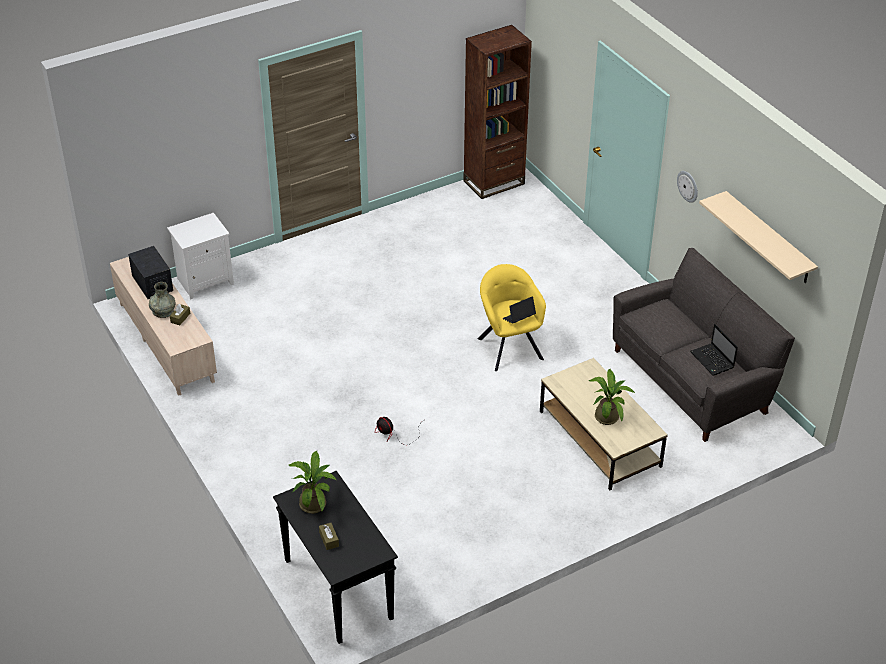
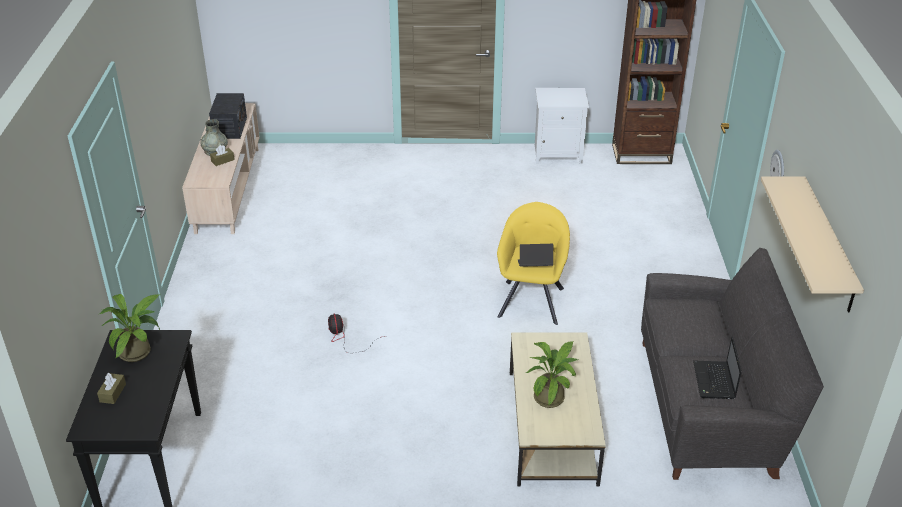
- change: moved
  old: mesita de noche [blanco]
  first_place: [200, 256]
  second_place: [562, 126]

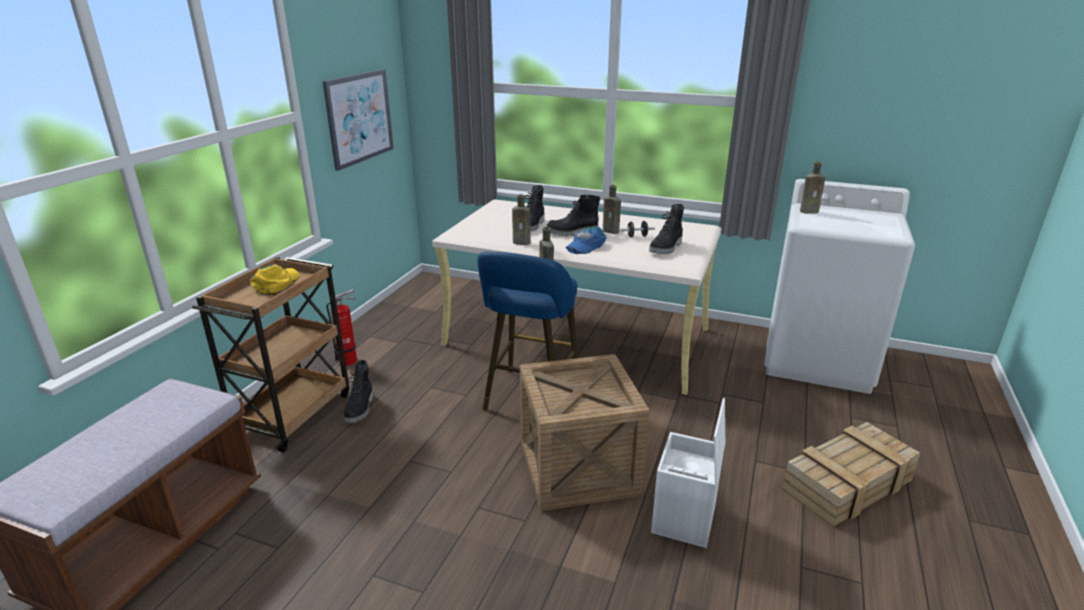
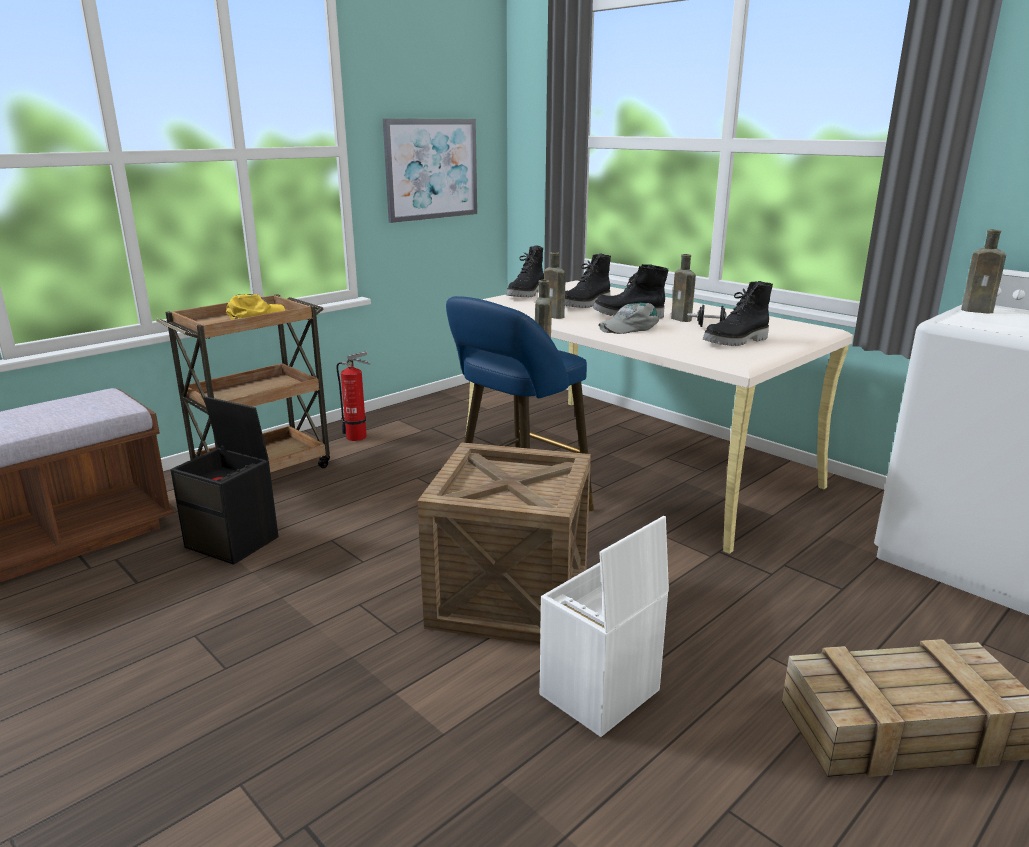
- change: recoloured
  old: gorra [azul]
  new: gorra [gris]
  first_place: [585, 240]
  second_place: [629, 318]
- change: moved
  old: bota [negro]
  first_place: [358, 391]
  second_place: [525, 271]
- change: added
  new: caja de almacenaje [negro]
  second_place: [224, 480]

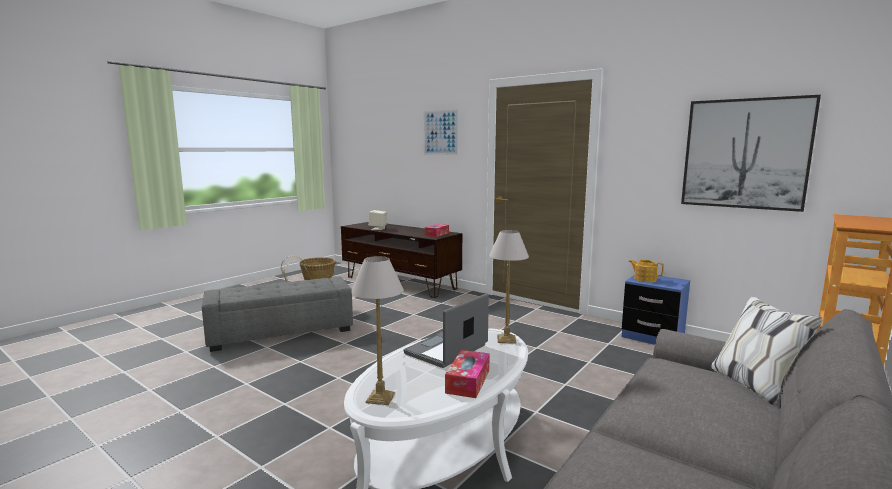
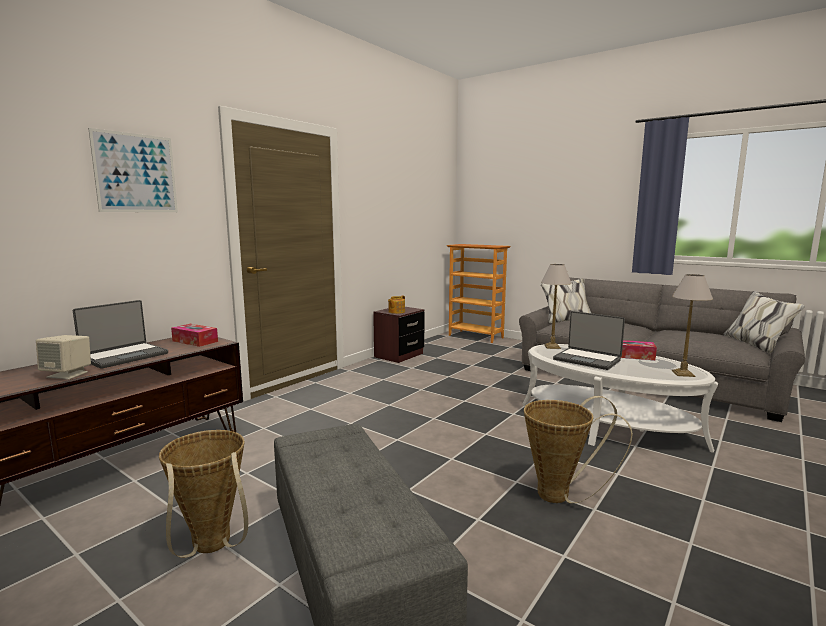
- change: removed
  old: cuadro
  first_place: [751, 153]
- change: recoloured
  old: mesita de noche [azul]
  new: mesita de noche [marrón]
  first_place: [656, 310]
  second_place: [398, 335]
- change: added
  new: portátil
  second_place: [120, 334]
- change: added
  new: cesta
  second_place: [578, 449]

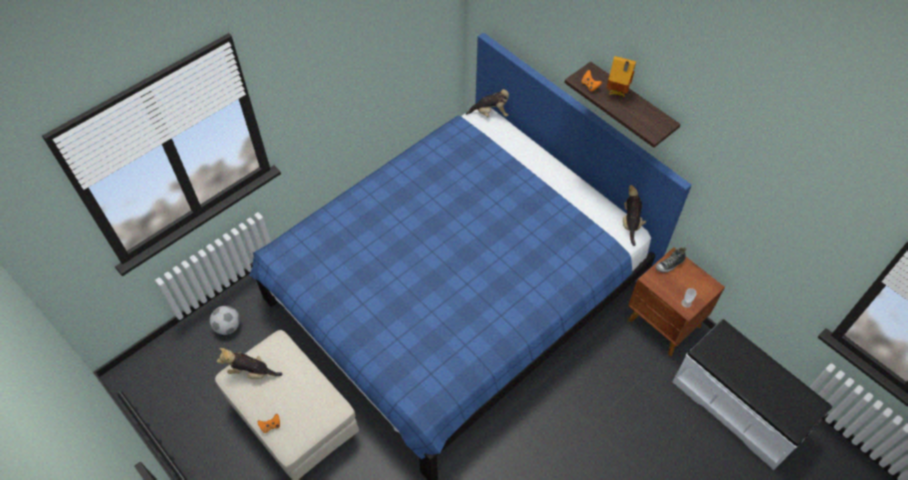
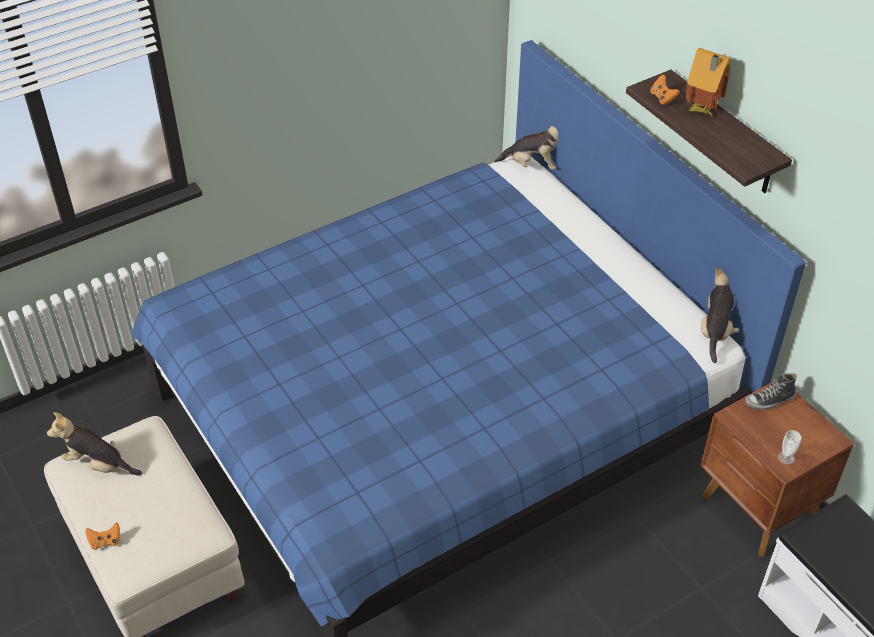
- change: removed
  old: balón de fútbol
  first_place: [225, 320]

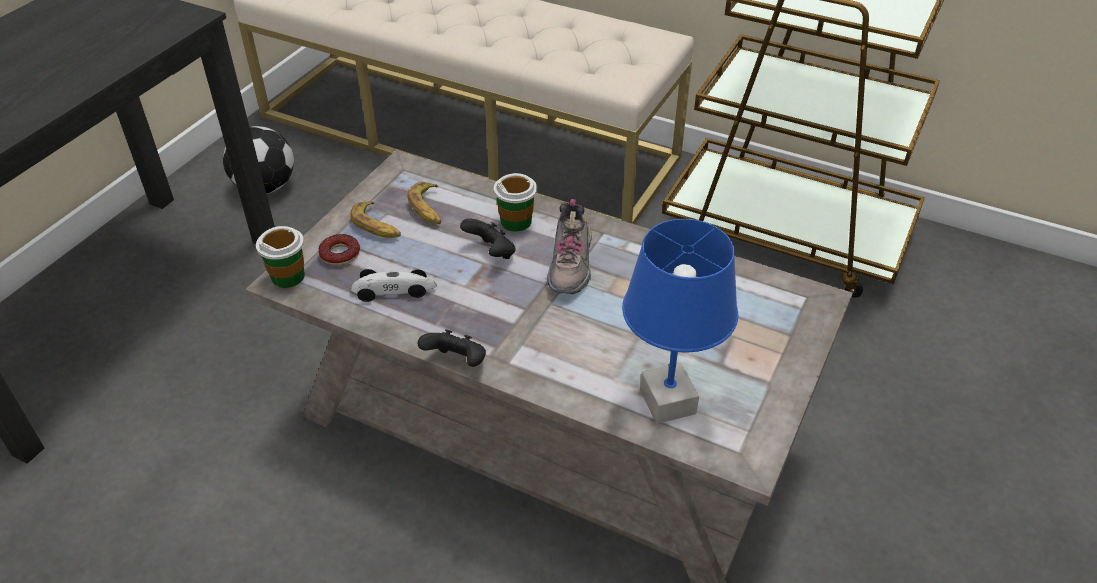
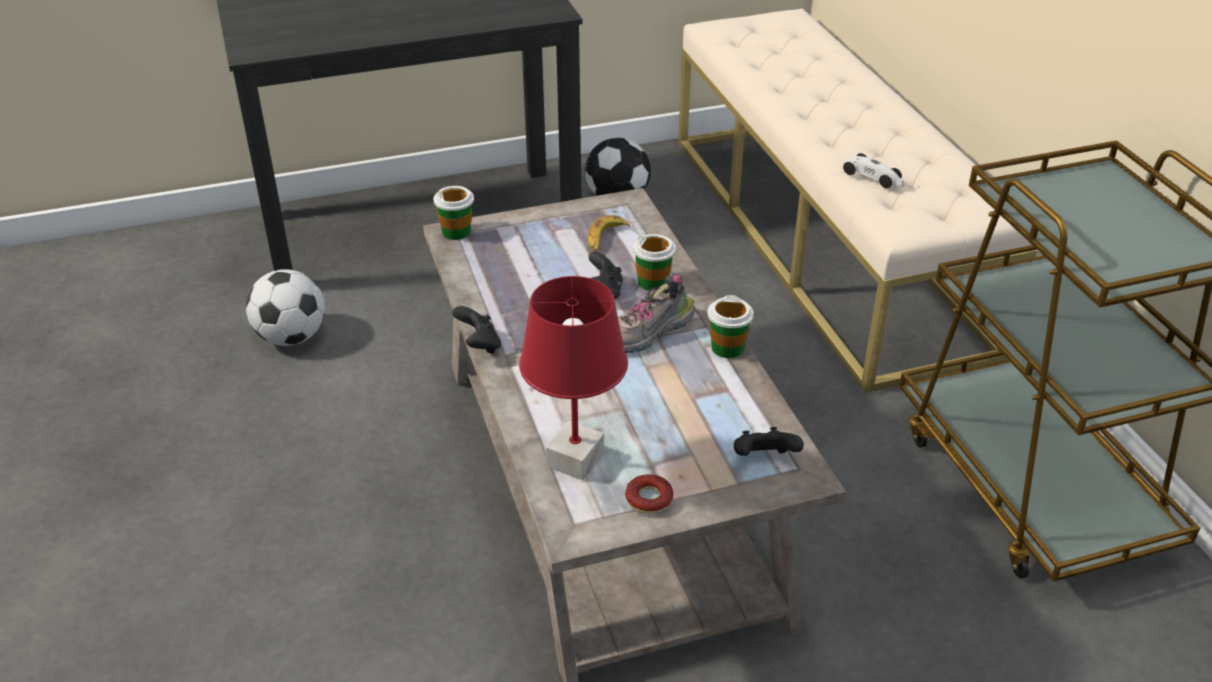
- change: removed
  old: plátano
  first_place: [375, 220]
- change: recoloured
  old: lámpara de mesa [azul]
  new: lámpara de mesa [rojo]
  first_place: [680, 321]
  second_place: [573, 378]
- change: moved
  old: rosquilla
  first_place: [339, 250]
  second_place: [649, 494]
- change: moved
  old: coche de juguete
  first_place: [394, 285]
  second_place: [873, 170]
- change: added
  new: balón de fútbol
  second_place: [285, 307]
- change: added
  new: taza
  second_place: [730, 326]
- change: added
  new: mando de consola [negro]
  second_place: [769, 441]

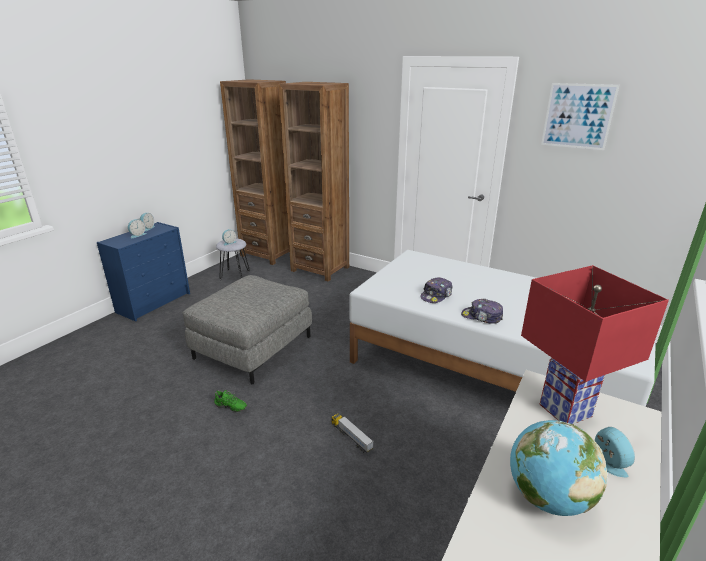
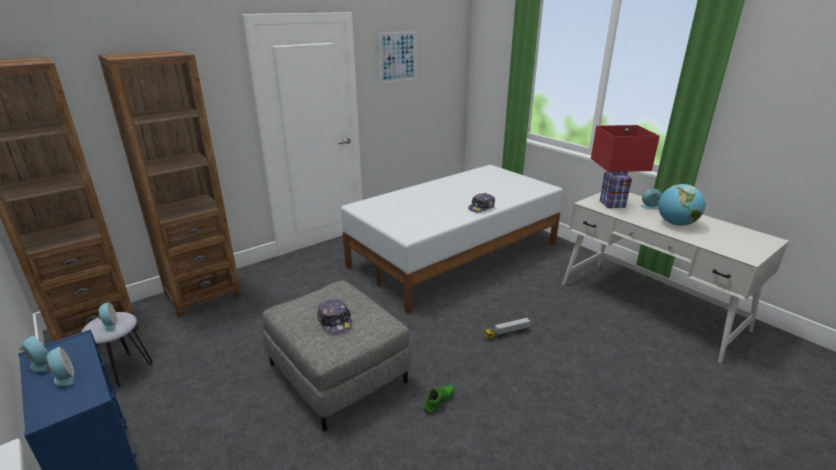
- change: moved
  old: gorra
  first_place: [436, 290]
  second_place: [334, 316]

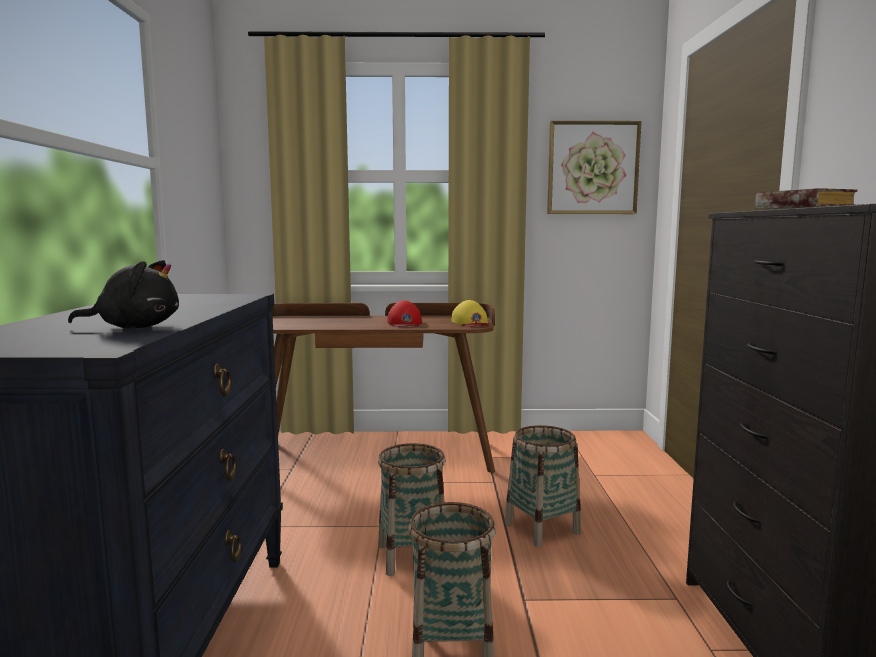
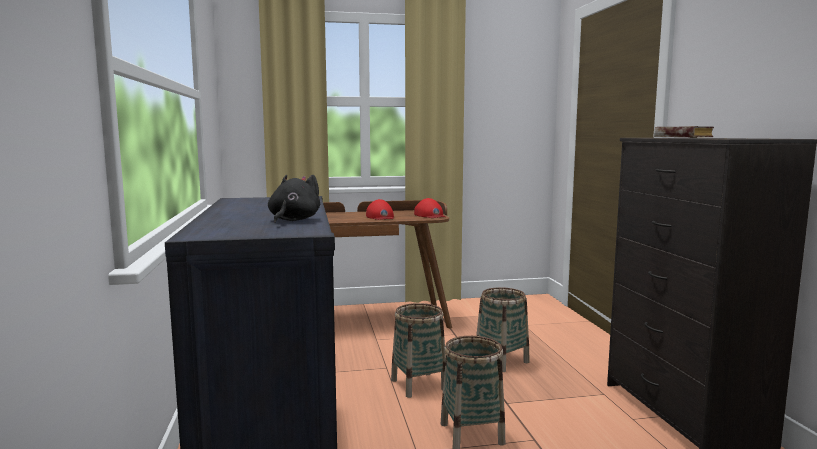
- change: removed
  old: cuadro
  first_place: [594, 167]
- change: turned
  old: peluche [negro]
  first_place: [123, 294]
  second_place: [294, 199]
  degrees: -60
- change: recoloured
  old: gorra [amarillo]
  new: gorra [rojo]
  first_place: [470, 313]
  second_place: [429, 208]

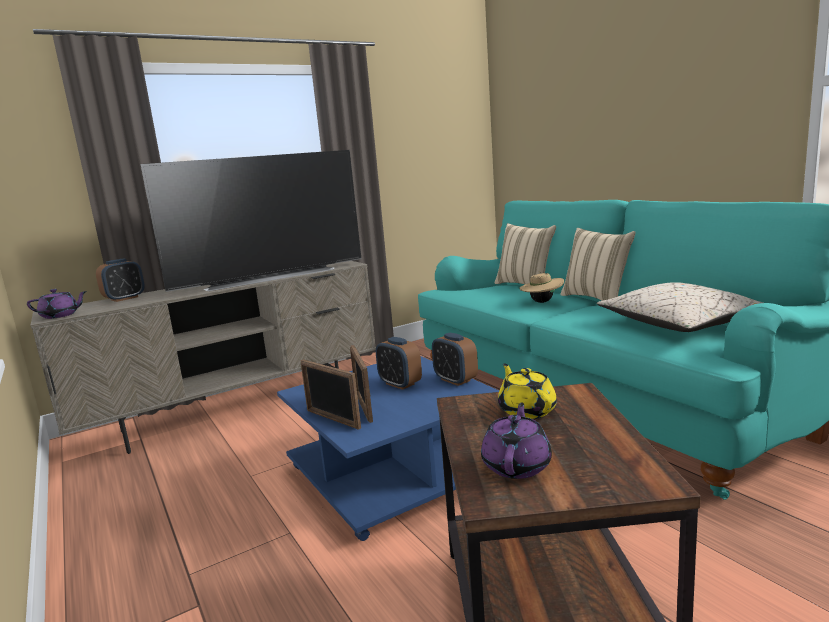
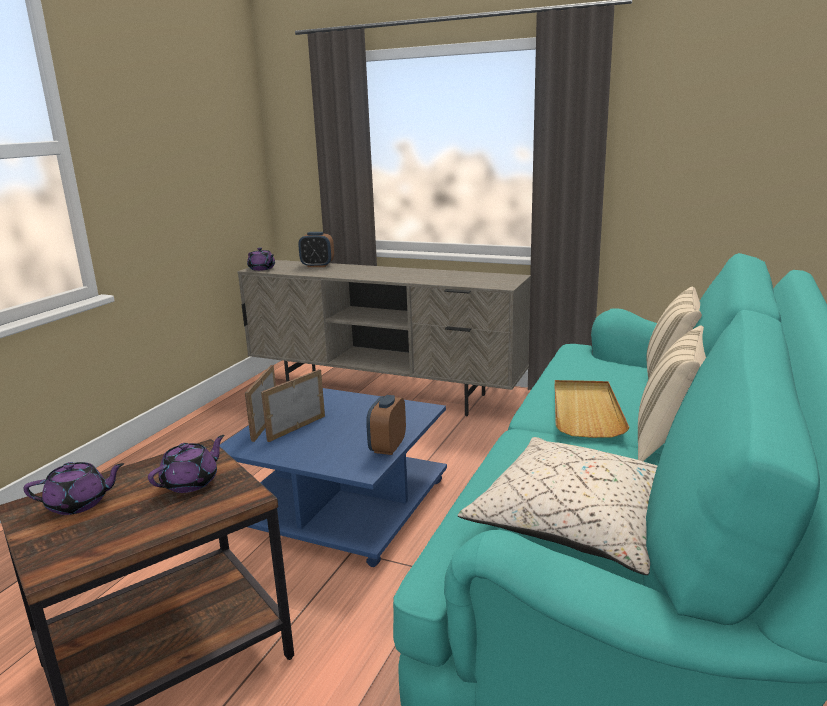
- change: removed
  old: televisor
  first_place: [250, 221]
- change: replaced
  old: sombrero [beis]
  new: bandeja [beis]
  first_place: [541, 287]
  second_place: [592, 409]
- change: removed
  old: despertador
  first_place: [399, 363]
- change: recoloured
  old: tetera [amarillo]
  new: tetera [morado]
  first_place: [527, 391]
  second_place: [186, 464]

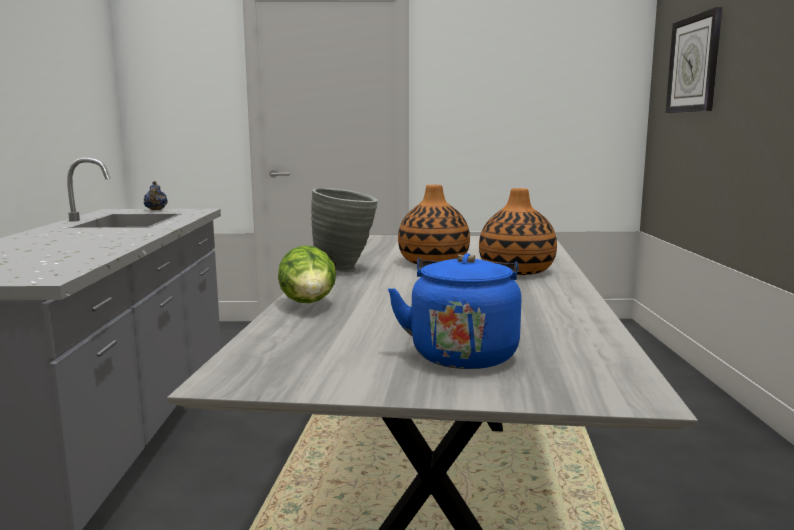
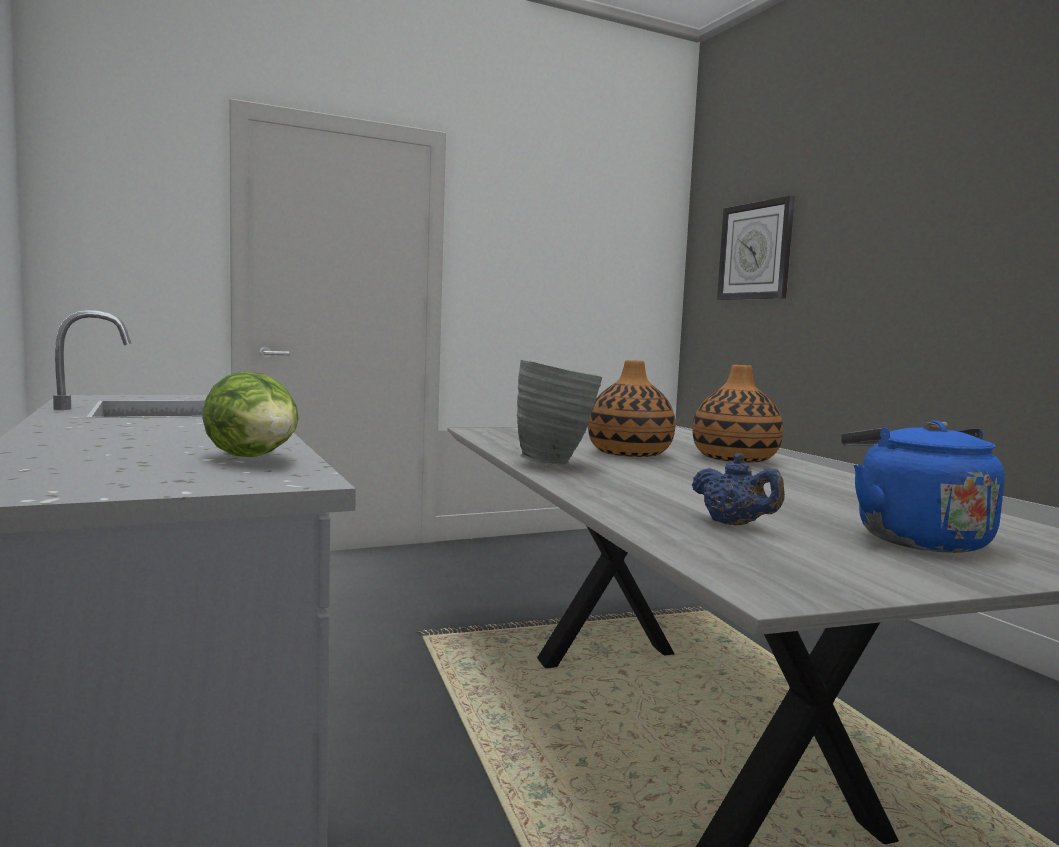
- change: moved
  old: tetera [azul]
  first_place: [156, 195]
  second_place: [738, 489]
- change: moved
  old: lechuga
  first_place: [307, 274]
  second_place: [250, 414]

